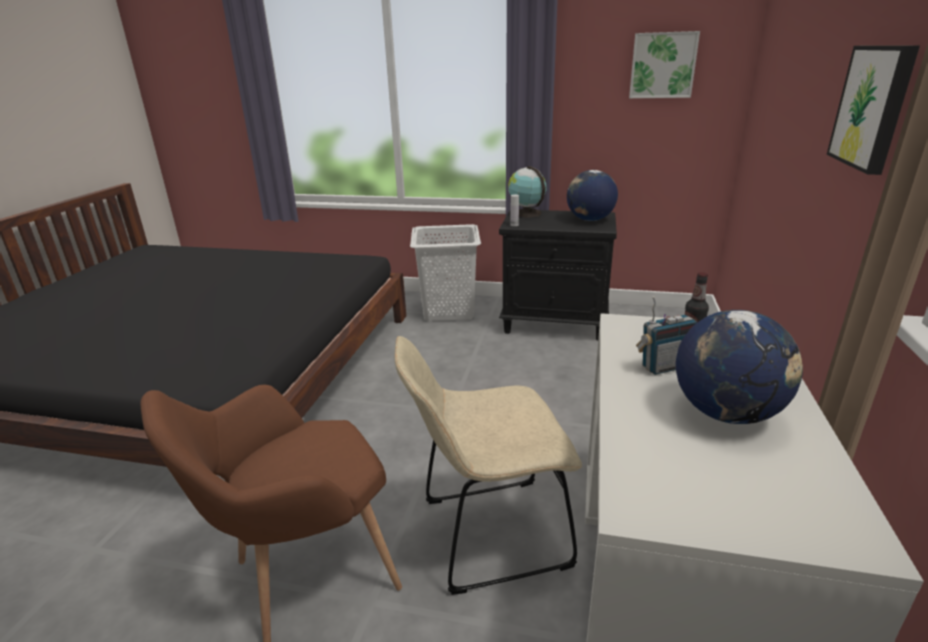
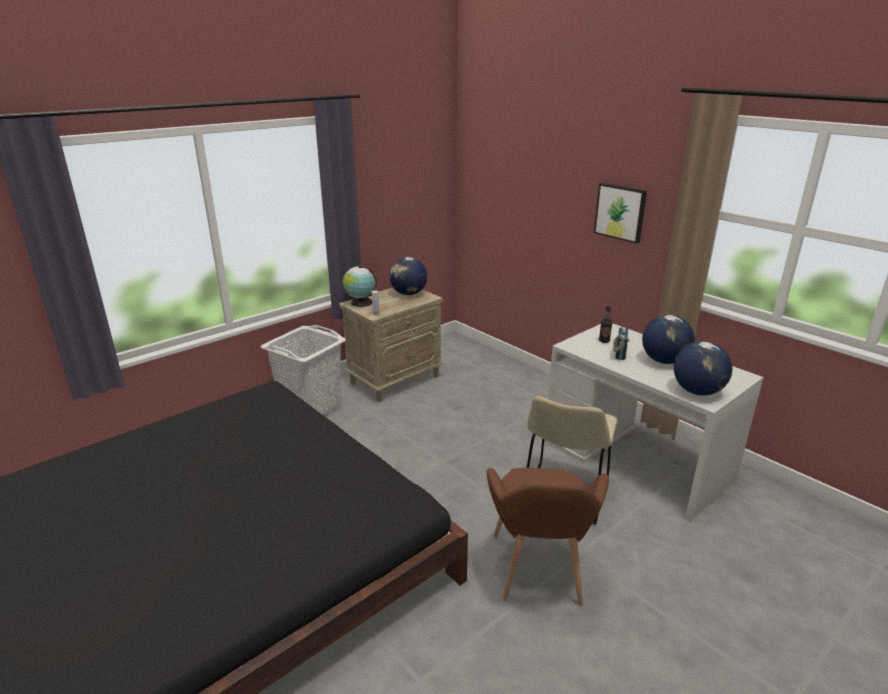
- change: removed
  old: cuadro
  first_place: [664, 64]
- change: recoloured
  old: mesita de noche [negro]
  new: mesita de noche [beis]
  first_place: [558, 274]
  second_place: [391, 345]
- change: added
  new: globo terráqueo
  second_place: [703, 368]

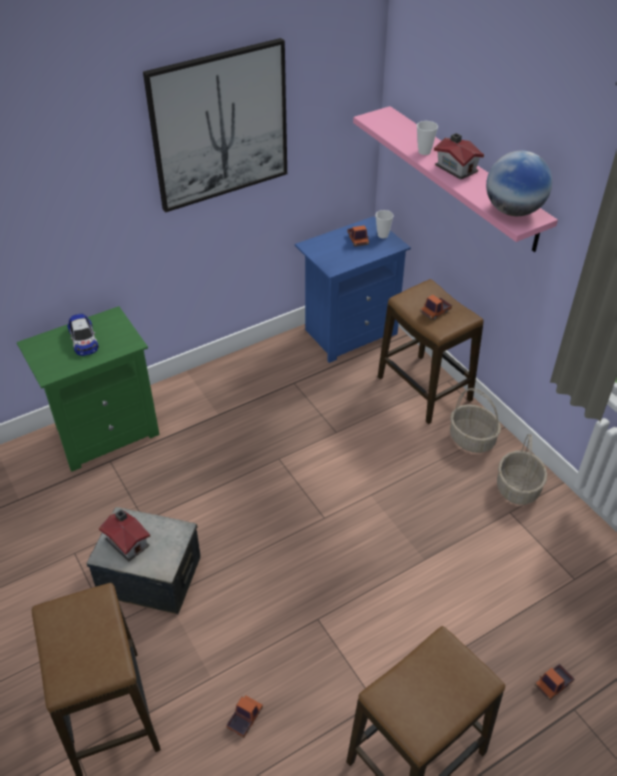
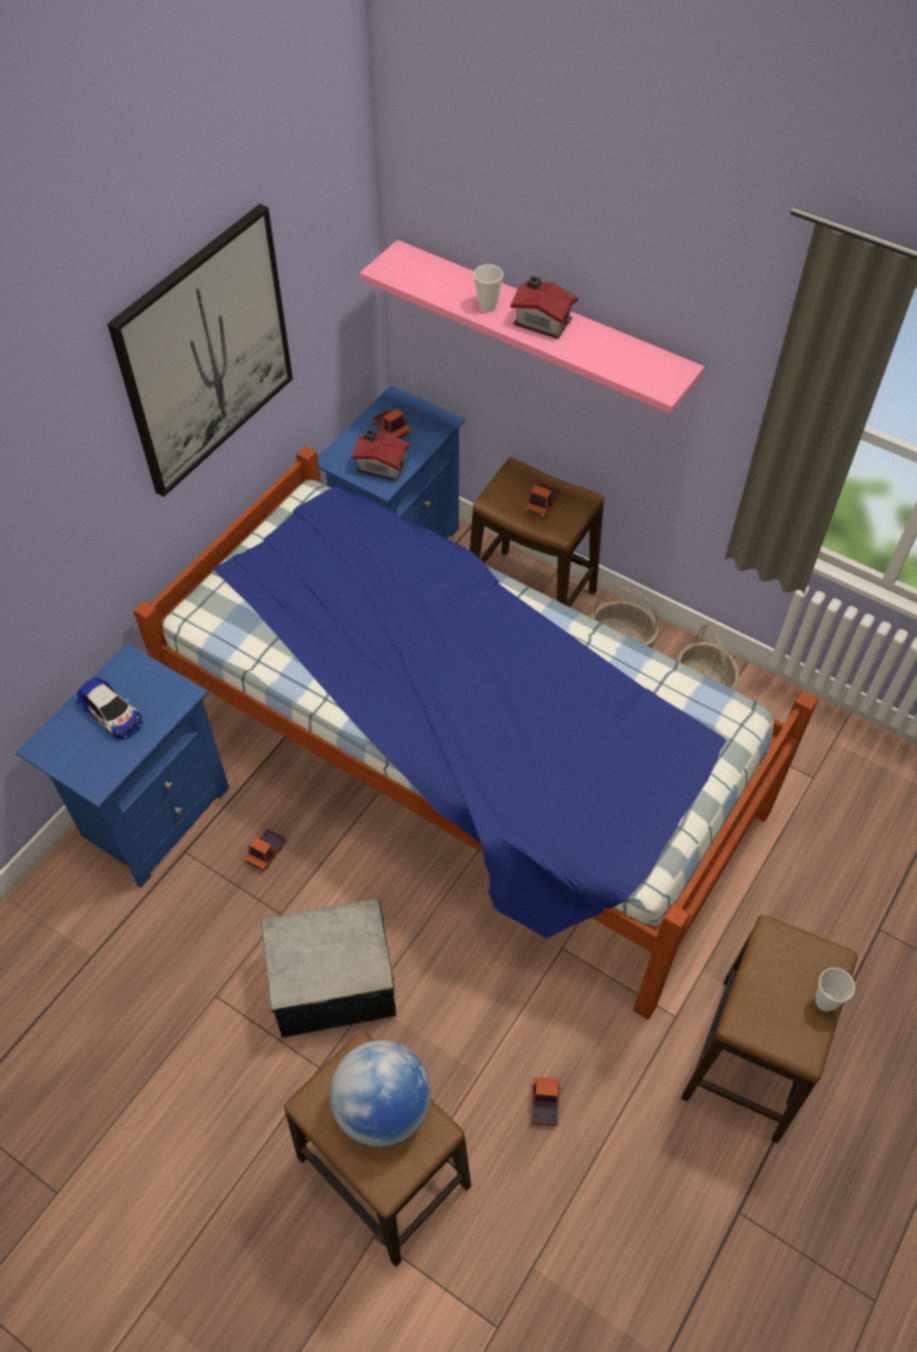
- change: moved
  old: globo terráqueo
  first_place: [519, 183]
  second_place: [380, 1093]
- change: moved
  old: taza
  first_place: [384, 224]
  second_place: [835, 989]
- change: recoloured
  old: mesita de noche [verde]
  new: mesita de noche [azul]
  first_place: [88, 389]
  second_place: [122, 765]
- change: moved
  old: casita
  first_place: [125, 535]
  second_place: [381, 454]
- change: moved
  old: camión de juguete
  first_place: [554, 682]
  second_place: [265, 850]
- change: added
  new: cama
  second_place: [476, 733]

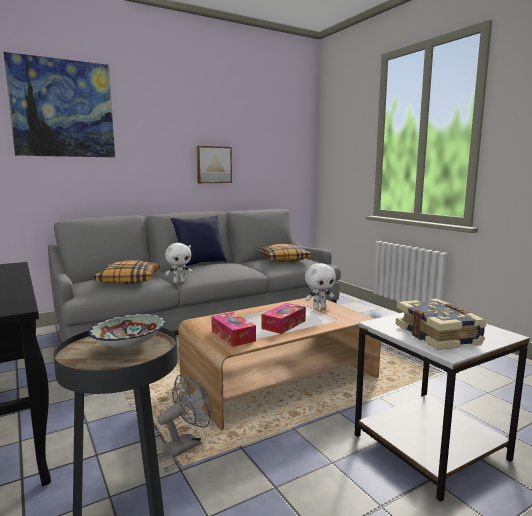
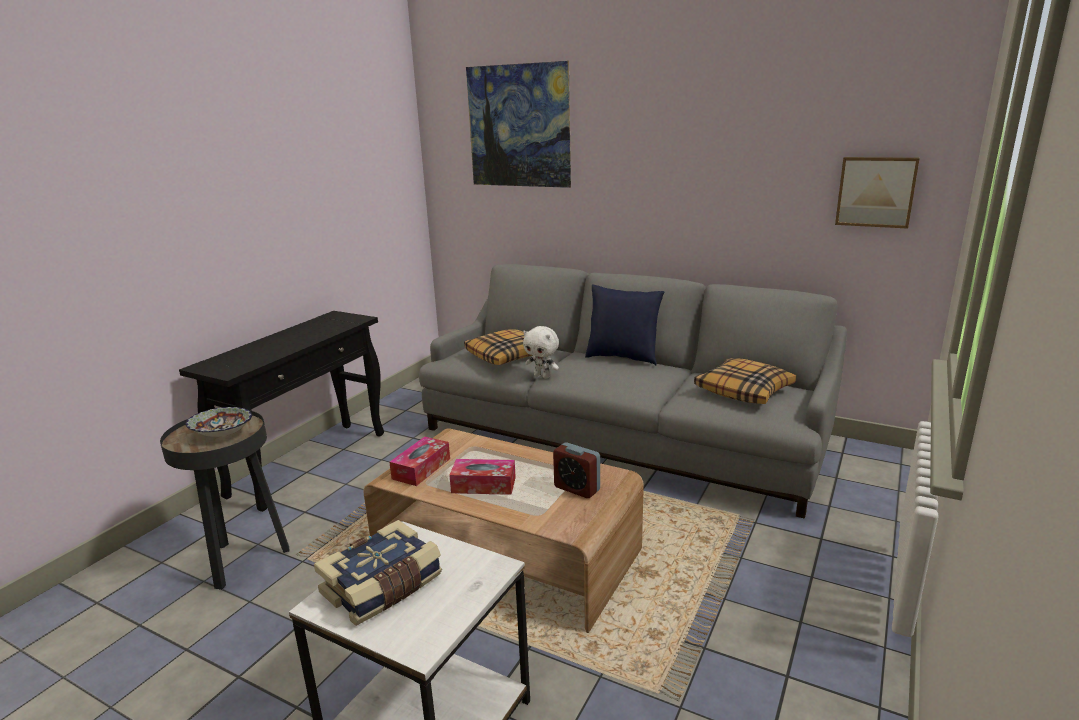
- change: moved
  old: cuadro
  first_place: [214, 164]
  second_place: [877, 193]
- change: replaced
  old: peluche [blanco]
  new: despertador
  first_place: [320, 286]
  second_place: [576, 470]
- change: removed
  old: ventilador [gris]
  first_place: [184, 416]

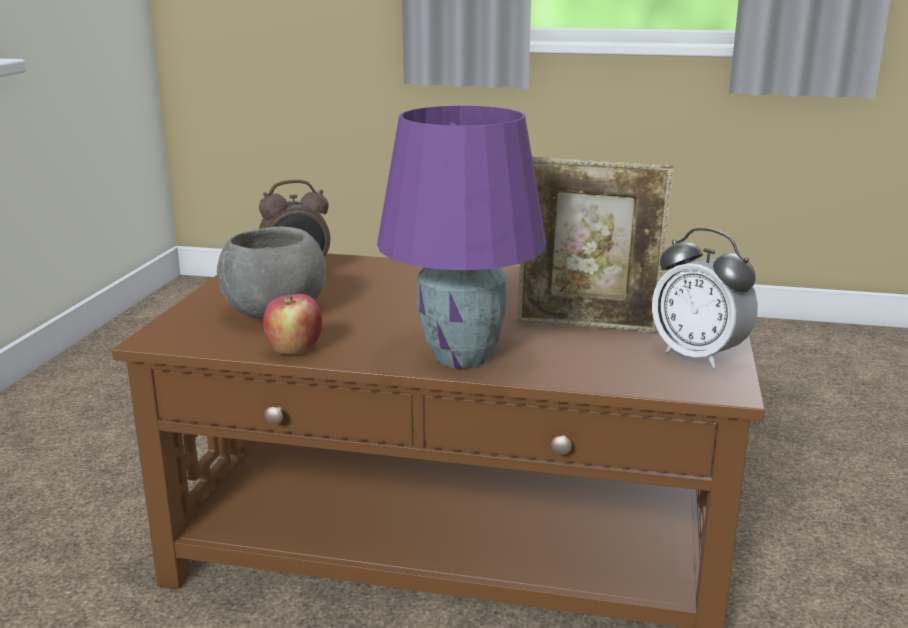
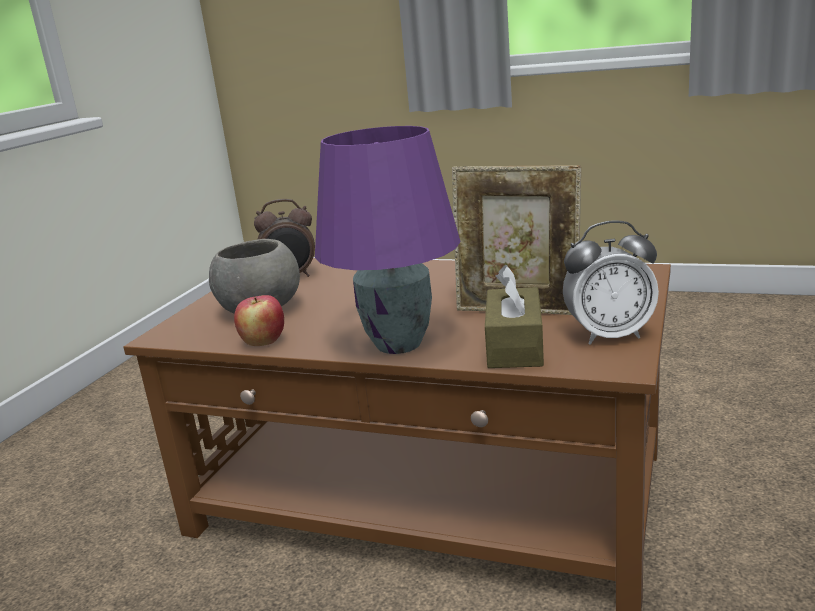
- change: turned
  old: despertador
  first_place: [705, 298]
  second_place: [611, 282]
  degrees: -60
- change: added
  new: caja de pañuelos [marrón]
  second_place: [514, 316]

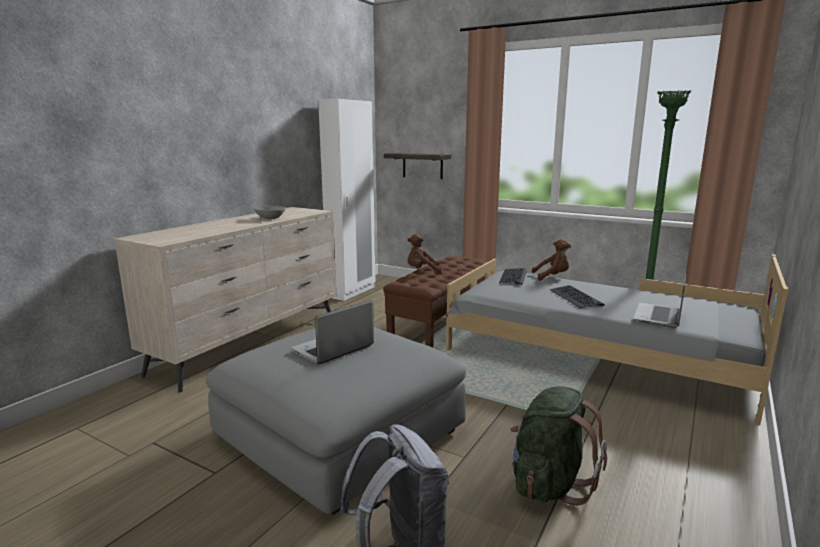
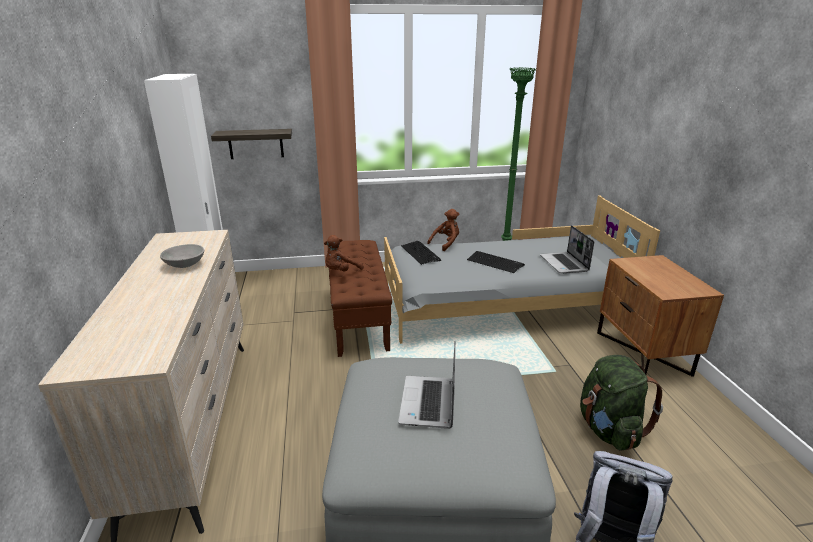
- change: added
  new: mesita de noche [marrón]
  second_place: [660, 316]

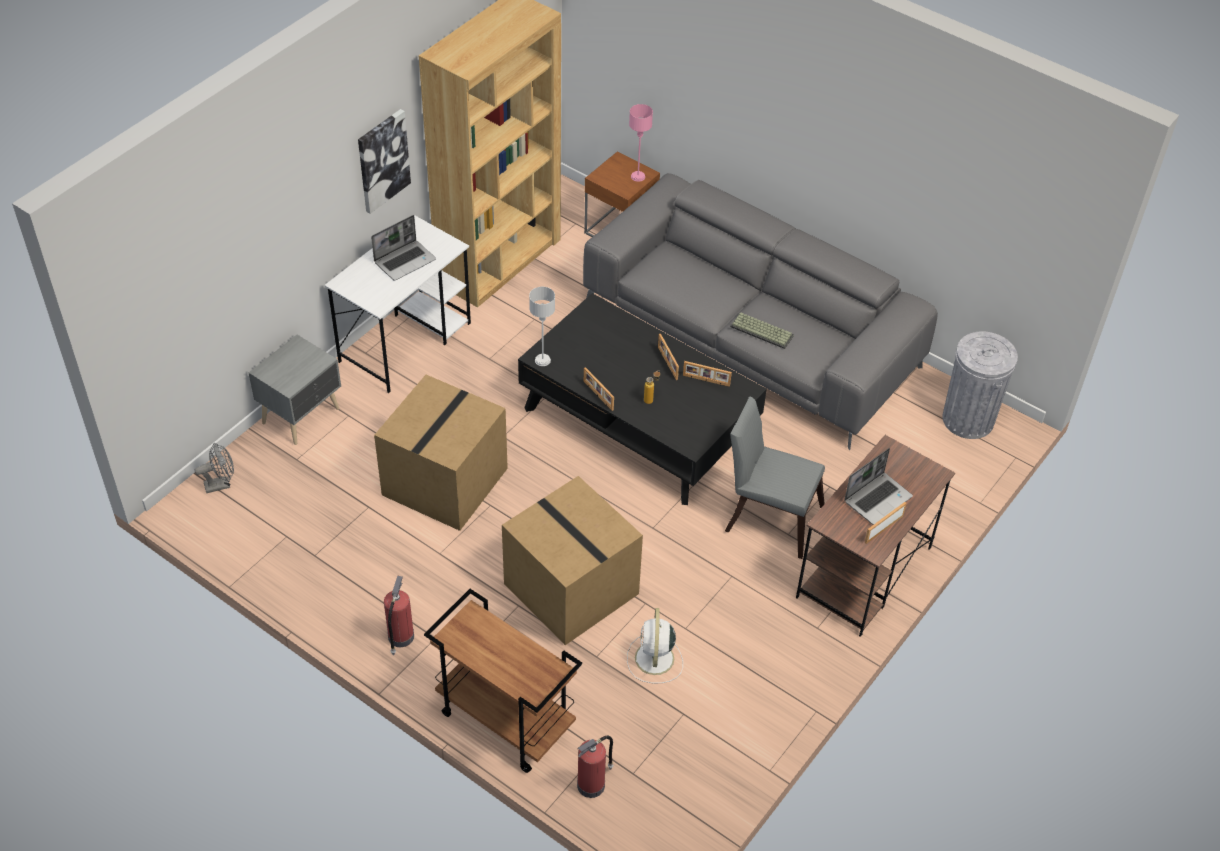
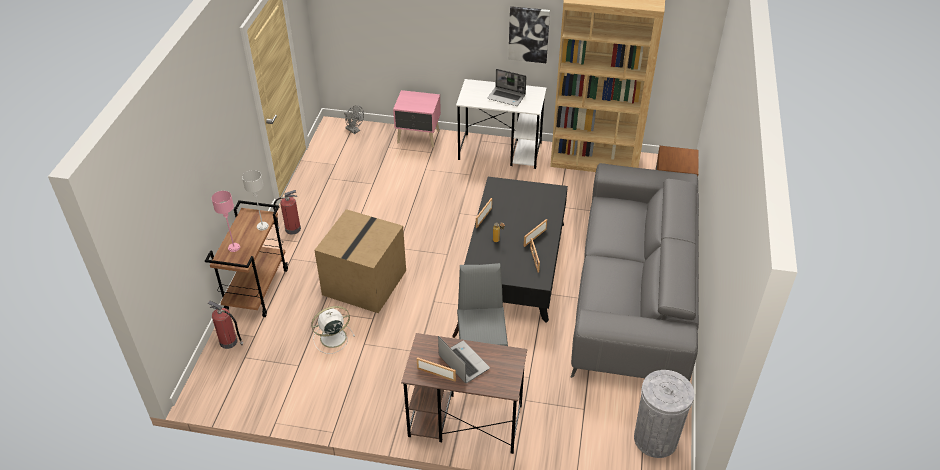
- change: moved
  old: lámpara de mesa [rosa]
  first_place: [641, 143]
  second_place: [225, 221]
- change: moved
  old: lámpara de mesa [gris]
  first_place: [542, 326]
  second_place: [255, 200]
- change: removed
  old: teclado
  first_place: [762, 330]
- change: recoloured
  old: mesita de noche [gris]
  new: mesita de noche [rosa]
  first_place: [294, 390]
  second_place: [417, 118]
- change: removed
  old: caja de cartón
  first_place: [441, 453]
- change: turned
  old: portátil
  first_place: [878, 486]
  second_place: [464, 359]
  degrees: -150

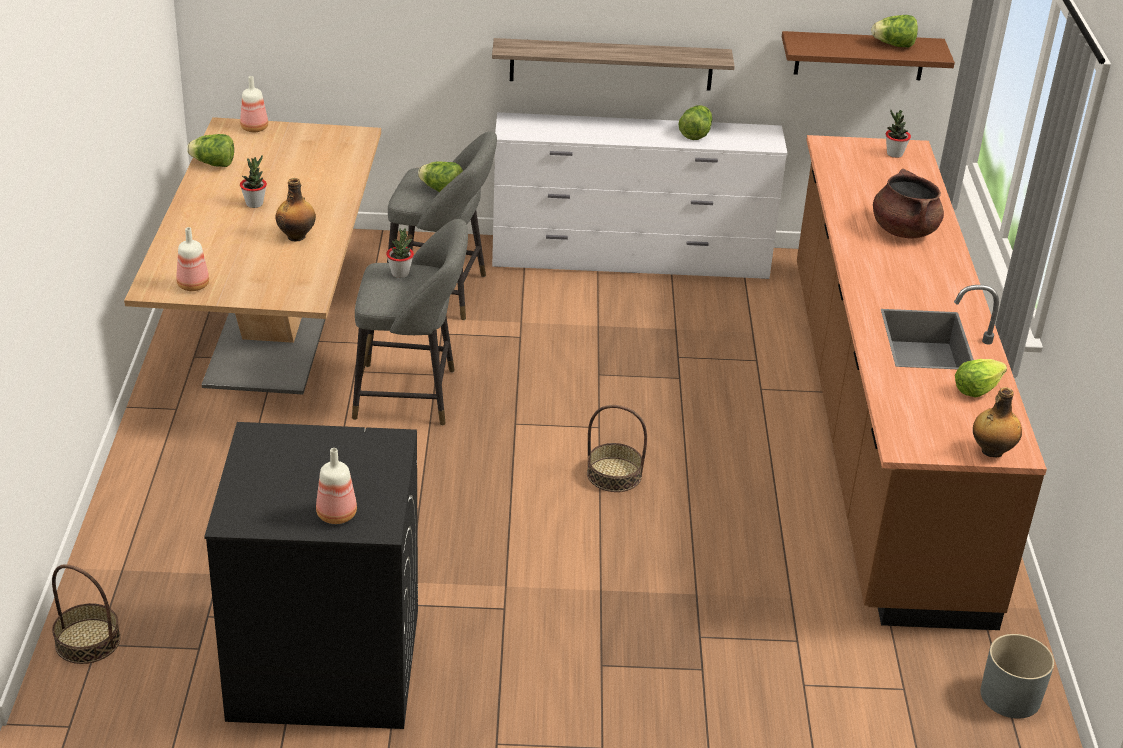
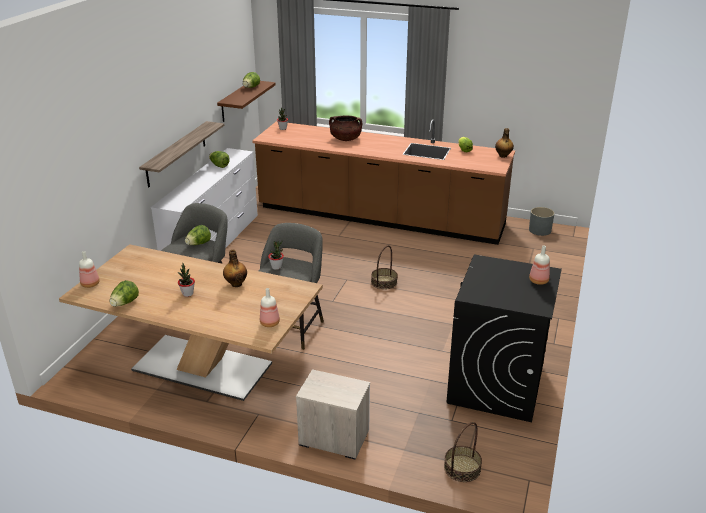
- change: added
  new: mesita de noche
  second_place: [333, 414]

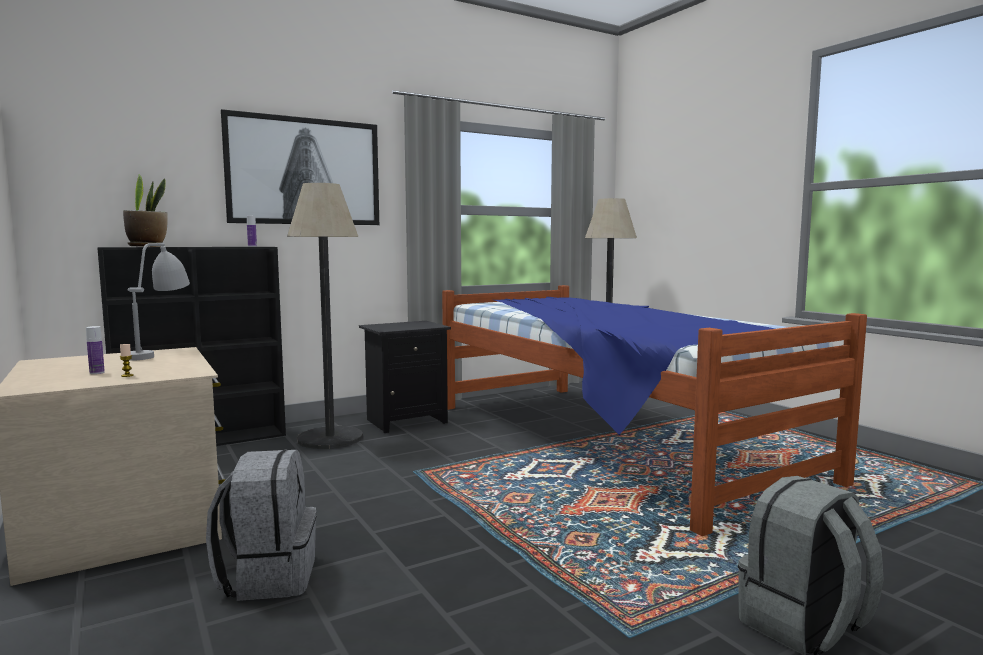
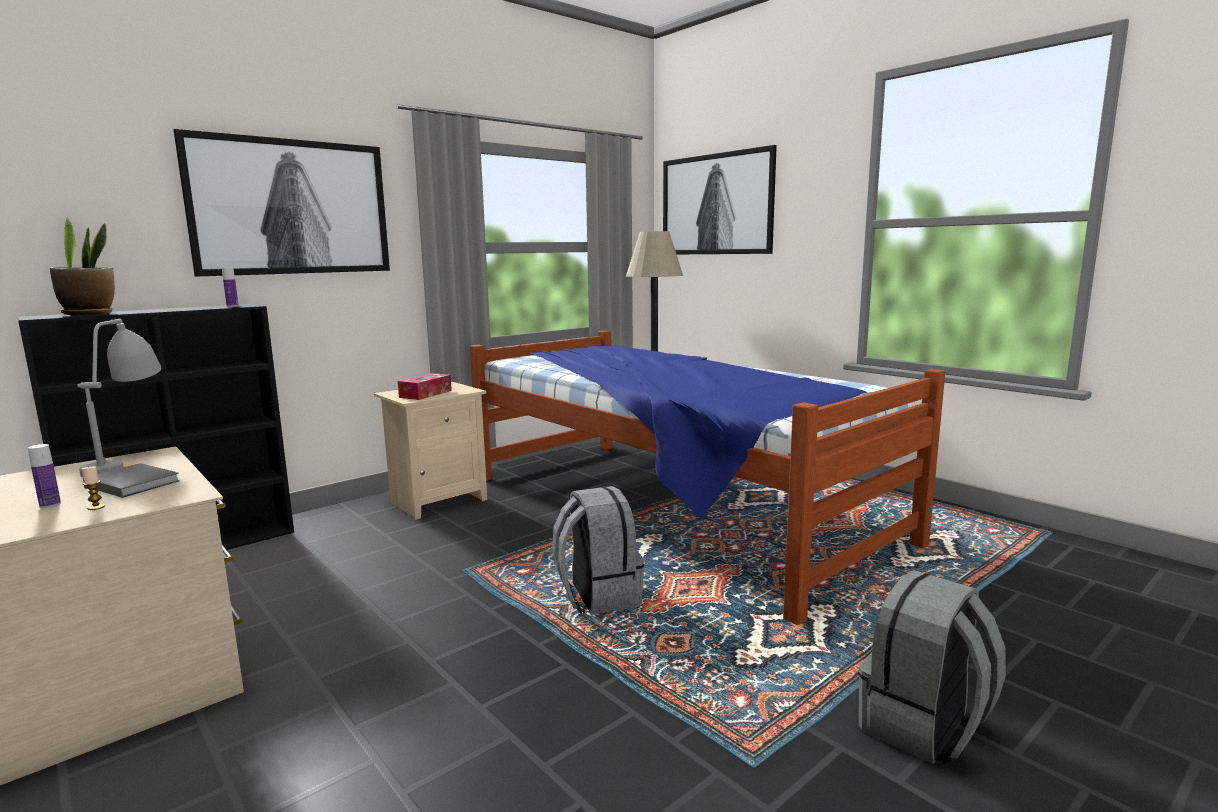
- change: removed
  old: lámpara de pie
  first_place: [325, 316]
- change: recoloured
  old: mesita de noche [negro]
  new: mesita de noche [beis]
  first_place: [405, 377]
  second_place: [430, 451]
- change: moved
  old: mochila [gris]
  first_place: [261, 525]
  second_place: [598, 550]
- change: added
  new: cuadro
  second_place: [720, 199]
- change: added
  new: caja de pañuelos
  second_place: [425, 386]
- change: added
  new: libro [gris]
  second_place: [131, 480]

